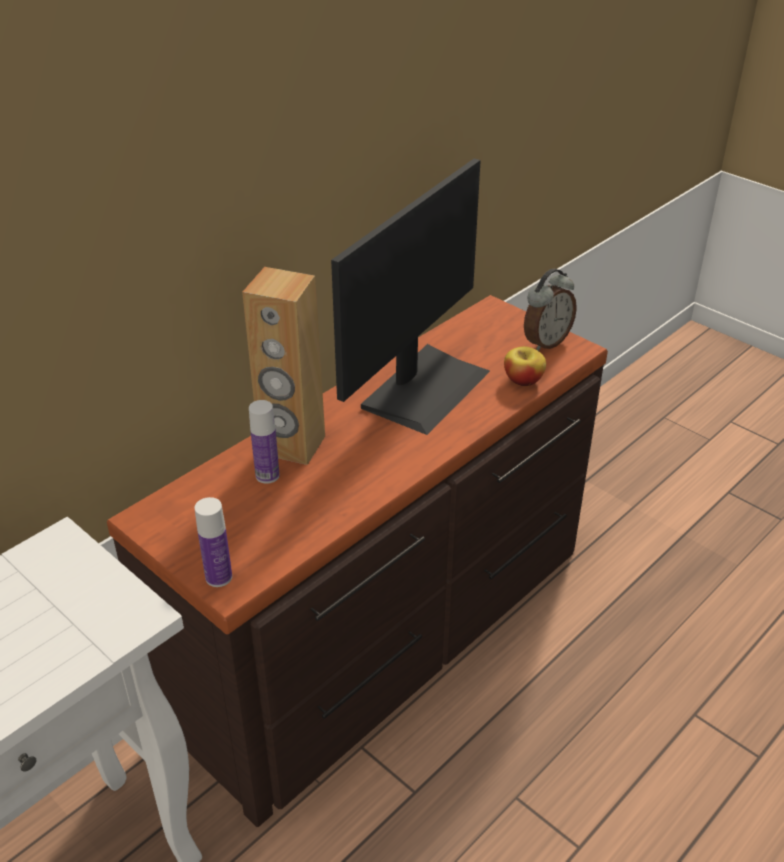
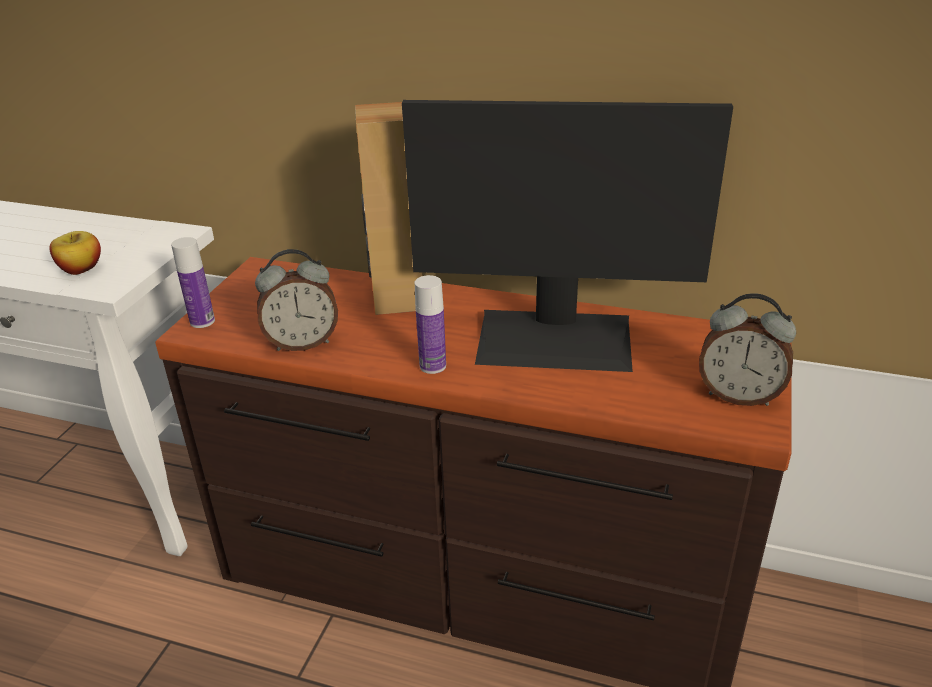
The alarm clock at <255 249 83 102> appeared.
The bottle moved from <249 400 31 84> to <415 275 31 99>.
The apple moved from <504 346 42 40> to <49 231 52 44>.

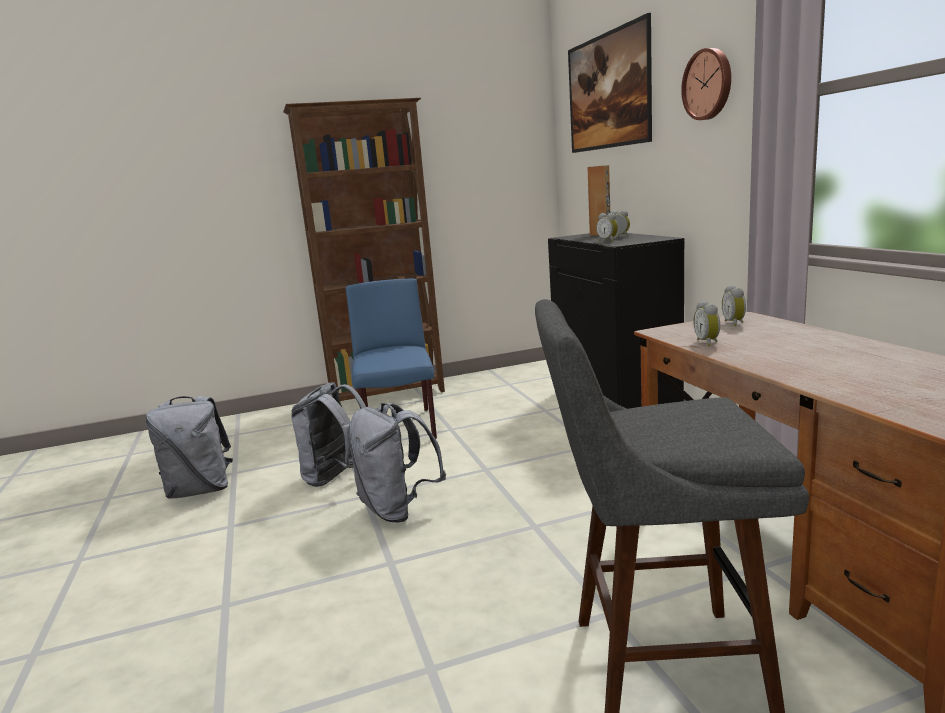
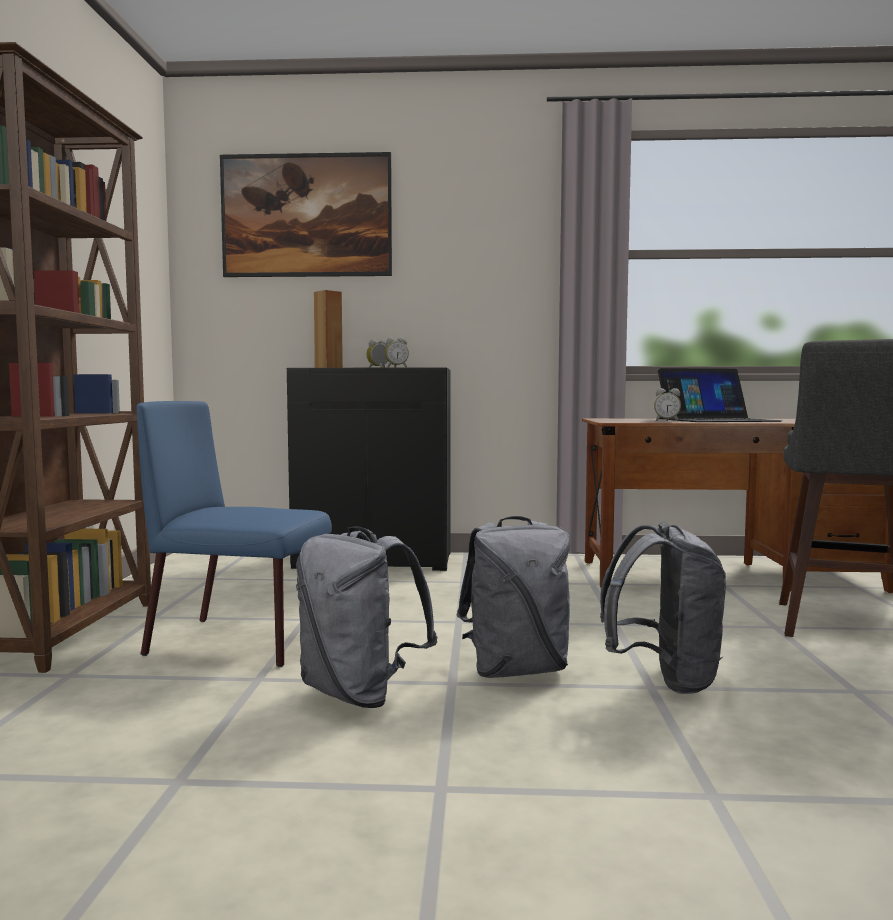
The wall clock at <681 48 50 72> disappeared.
The alarm clock at <722 285 24 41> disappeared.
The laptop at <658 368 124 54> appeared.
The grey backpack moved from <146 396 87 103> to <600 521 126 173>.

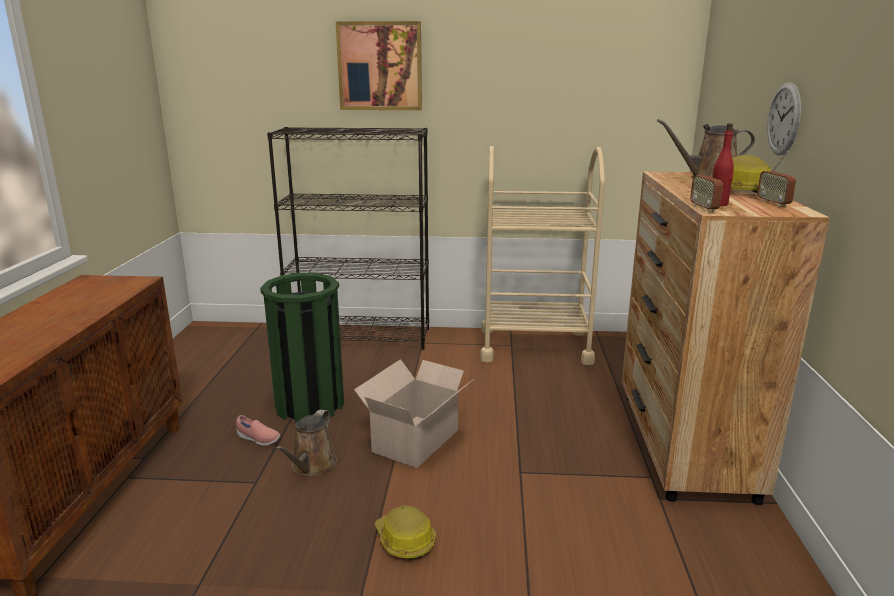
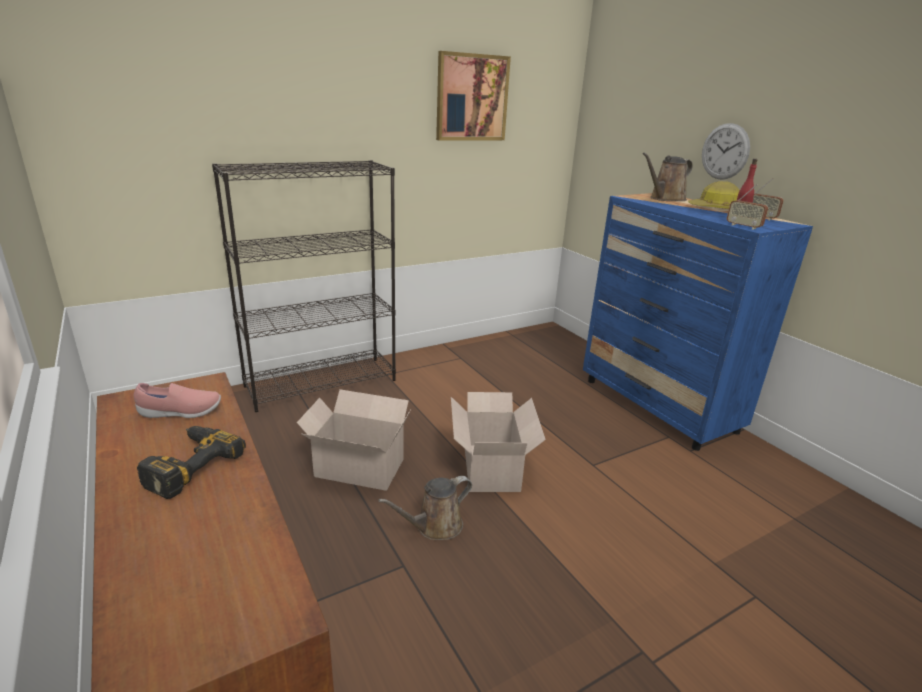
The hard hat at <375 505 61 55> disappeared.
The beige cart at <480 146 125 219> disappeared.
The power drill at <137 426 109 73> appeared.
The pink shoe moved from <236 415 45 31> to <134 383 87 35>.
The picture moved from <336 21 86 89> to <436 51 75 90>.
The green trash can at <260 273 84 150> was replaced by the cardboard box at <297 389 114 102>.
The brown dresser at <621 172 209 333> became the blue dresser at <583 193 230 258>.
The brown watering can at <275 409 62 67> turned 75 degrees clockwise.

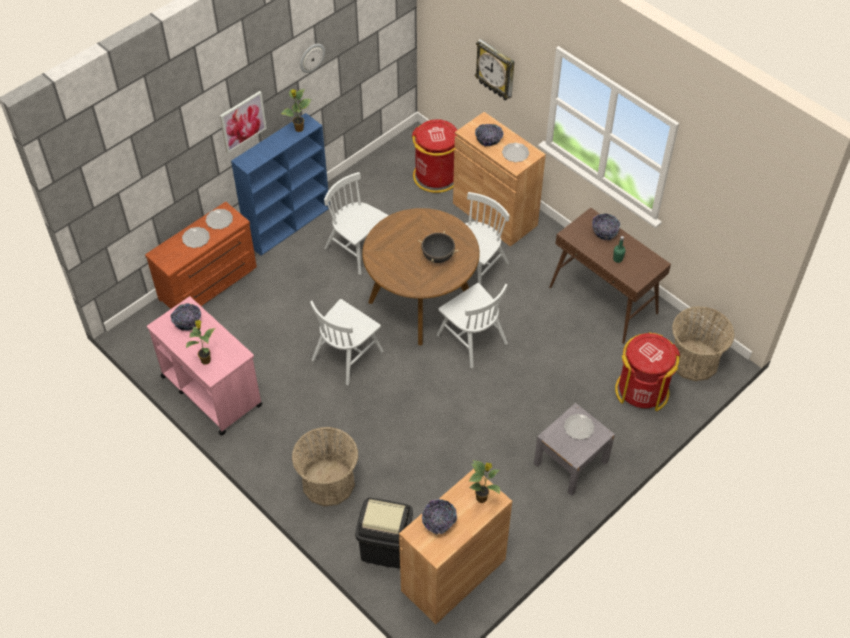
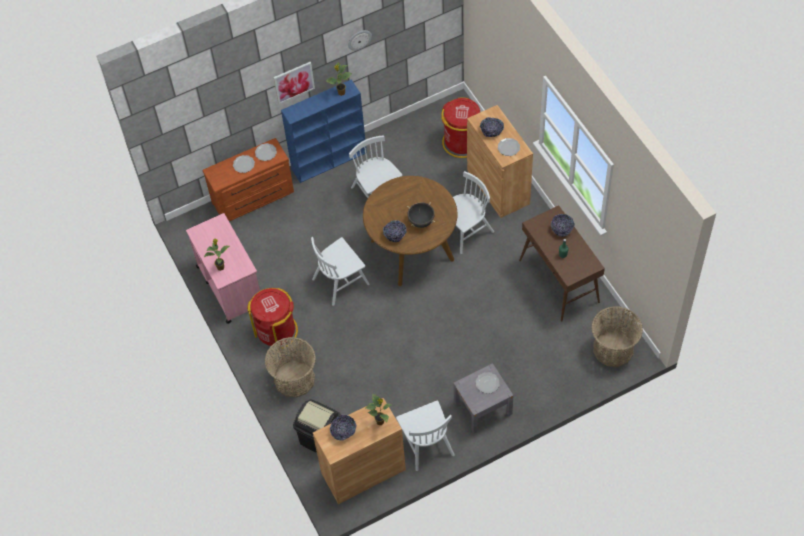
The wall clock at <475 39 39 61> disappeared.
The bowl moved from <170 303 31 28> to <383 220 24 22>.
The white chair moved from <437 283 71 85> to <396 401 59 70>.
The red trash can moved from <615 332 65 79> to <247 288 51 61>.

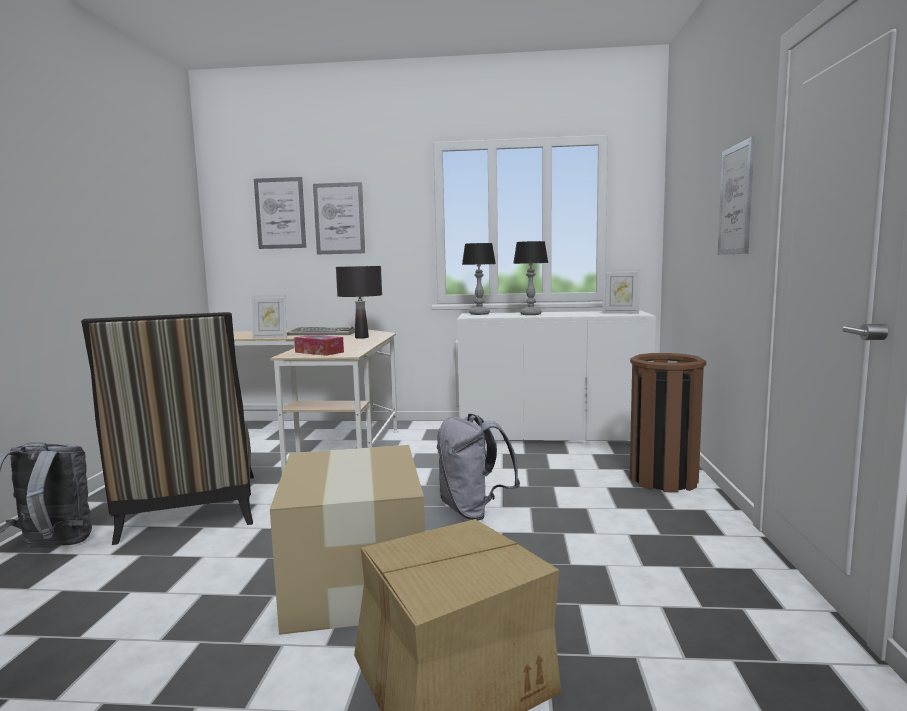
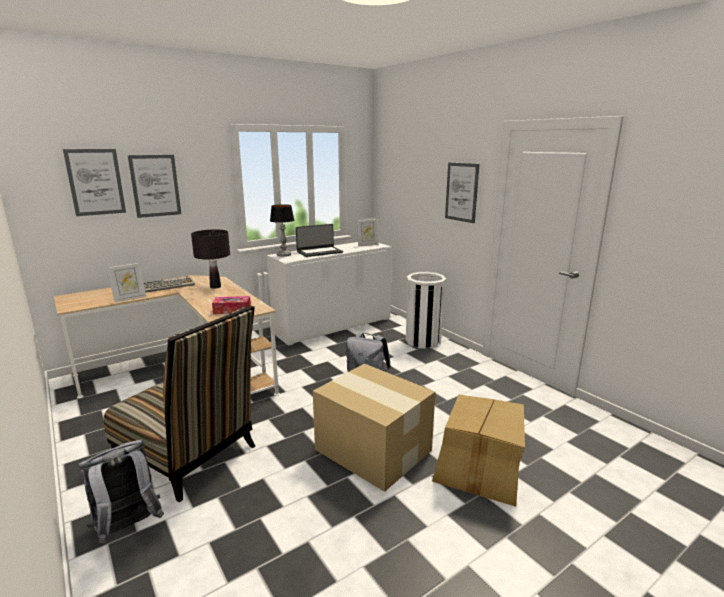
The table lamp at <513 241 35 74> was replaced by the laptop at <296 224 47 33>.
The brown trash can at <630 353 76 140> became the white trash can at <406 272 40 77>.

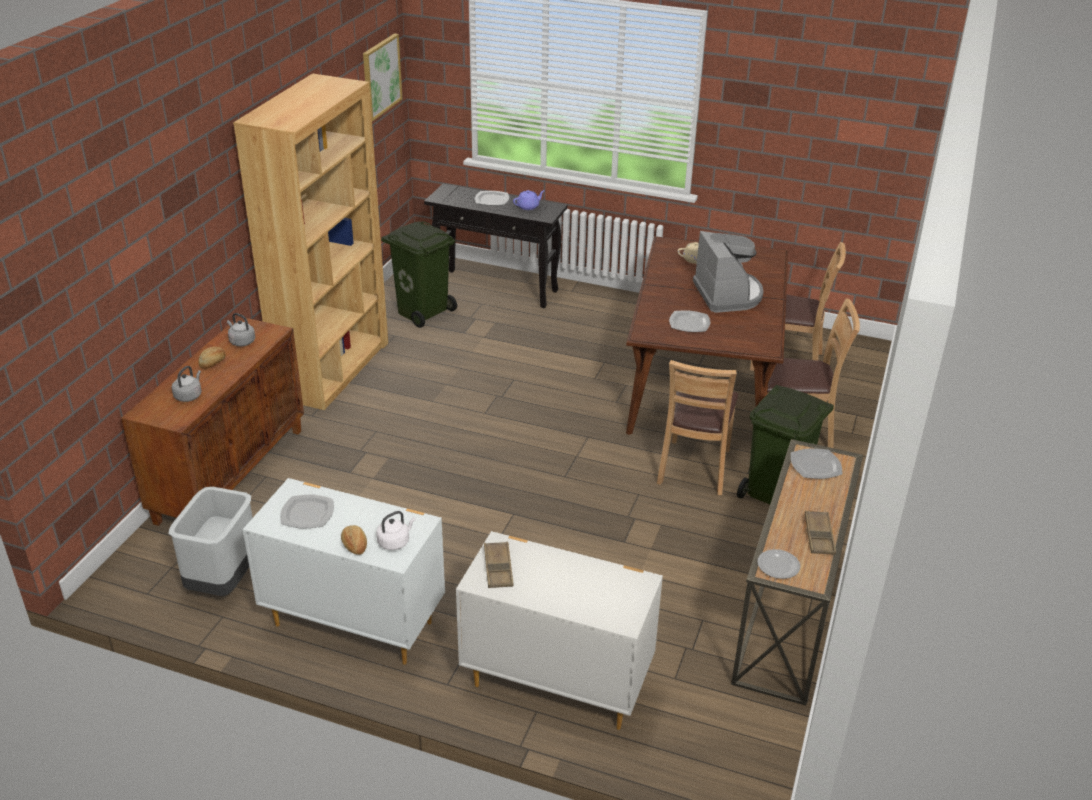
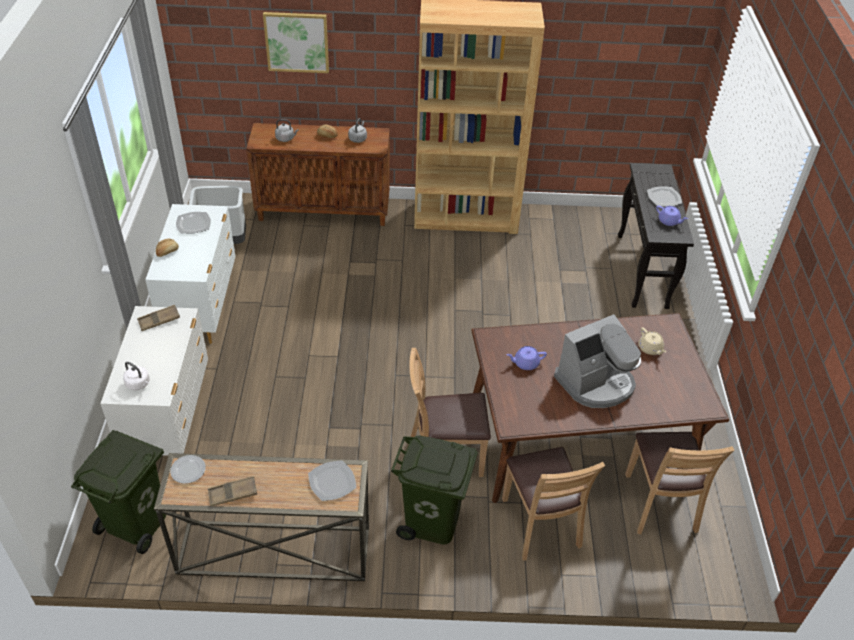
The picture moved from <363 34 39 87> to <263 12 66 61>.
The white kettle moved from <376 511 40 39> to <123 362 27 28>.
The green trash can moved from <381 221 76 107> to <71 430 95 124>.
The plate at <669 311 41 21> was replaced by the purple teapot at <507 346 40 24>.

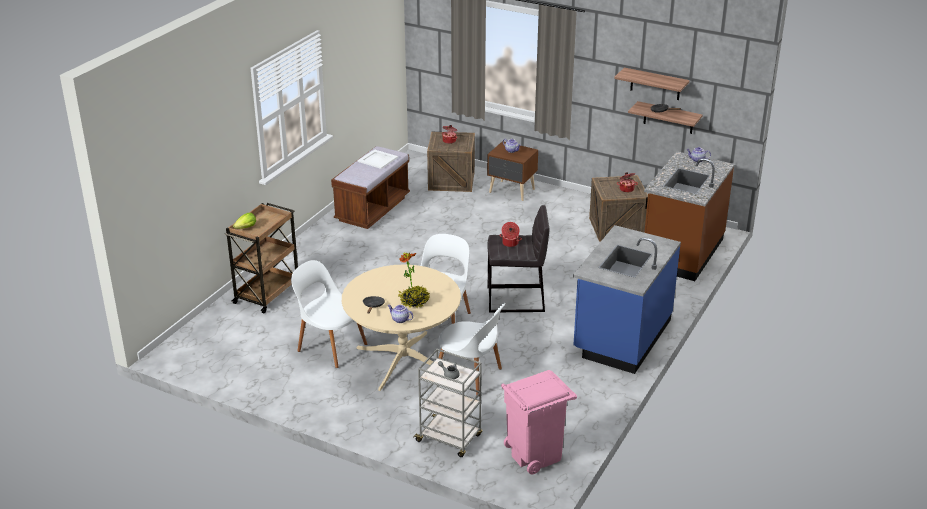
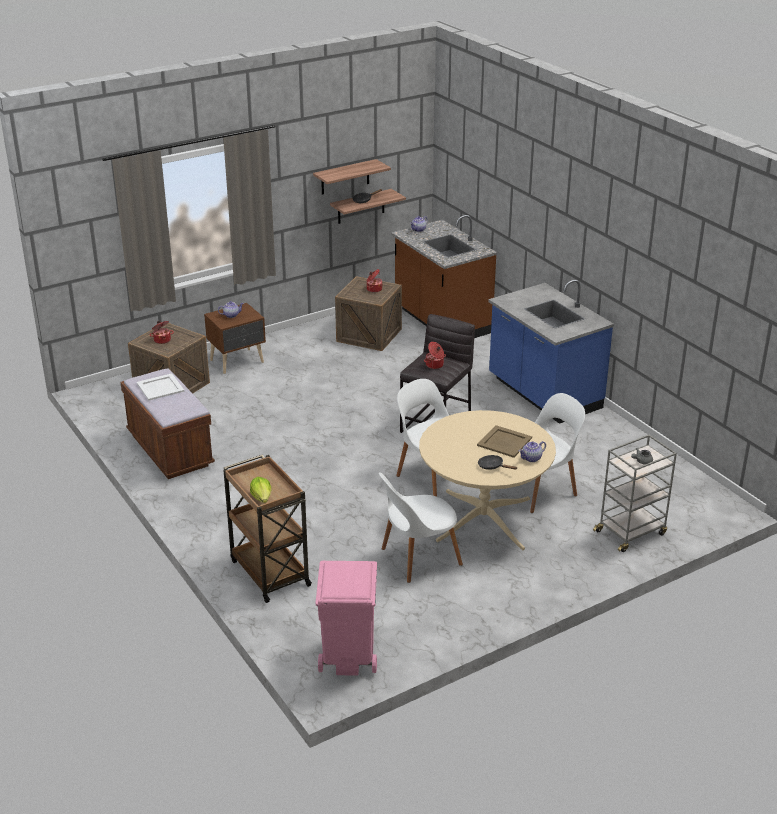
The pink trash can moved from <501 370 76 104> to <316 561 61 115>.
The potted plant at <398 253 32 55> was replaced by the beige tray at <477 425 55 33>.

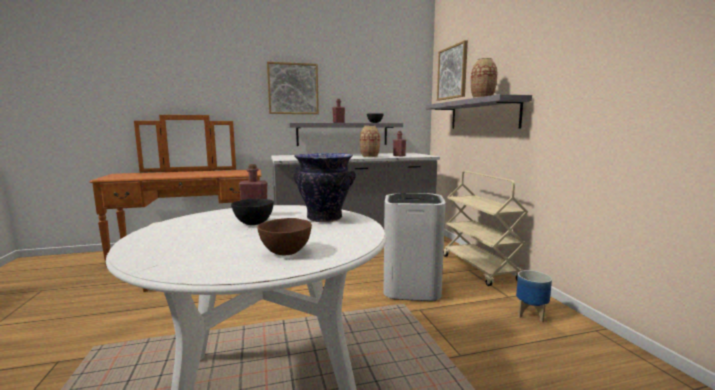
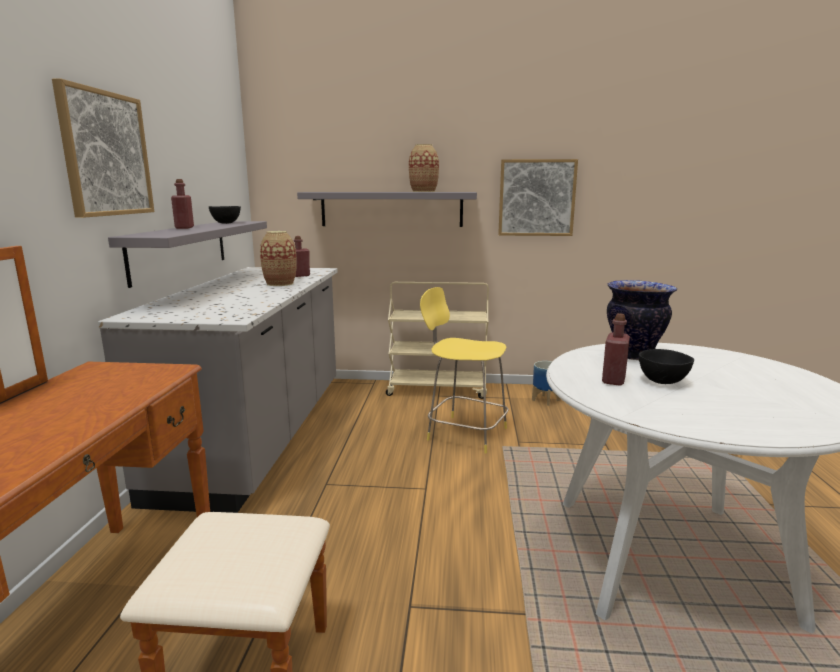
The brown bowl at <257 218 55 37> disappeared.
The picture moved from <437 40 31 61> to <498 159 80 77>.
The white trash can at <384 193 62 108> was replaced by the yellow stool at <420 287 89 167>.

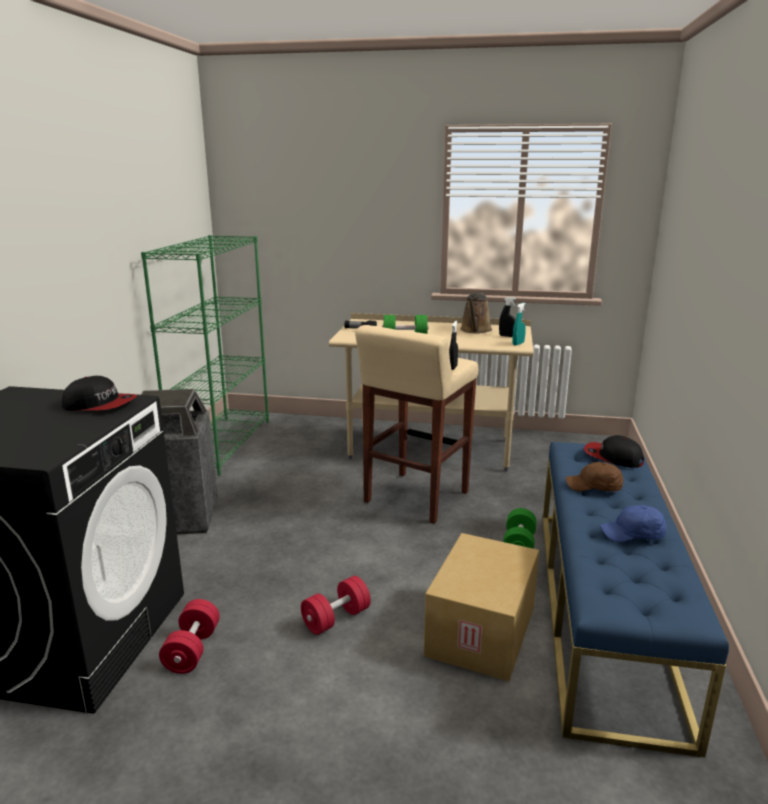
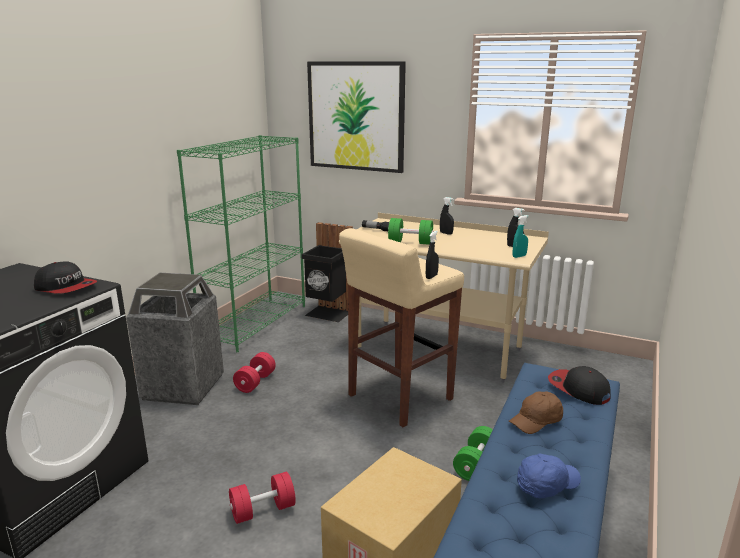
The brown watering can at <460 293 32 40> disappeared.
The black trash can at <301 222 52 100> appeared.
The picture at <307 61 99 112> appeared.
The black spray bottle at <440 197 14 38> appeared.
The red dumbbell moved from <159 599 61 75> to <233 352 43 41>.
The brown cap at <566 462 57 29> turned 60 degrees counterclockwise.
The blue cap at <600 505 67 37> turned 135 degrees clockwise.

